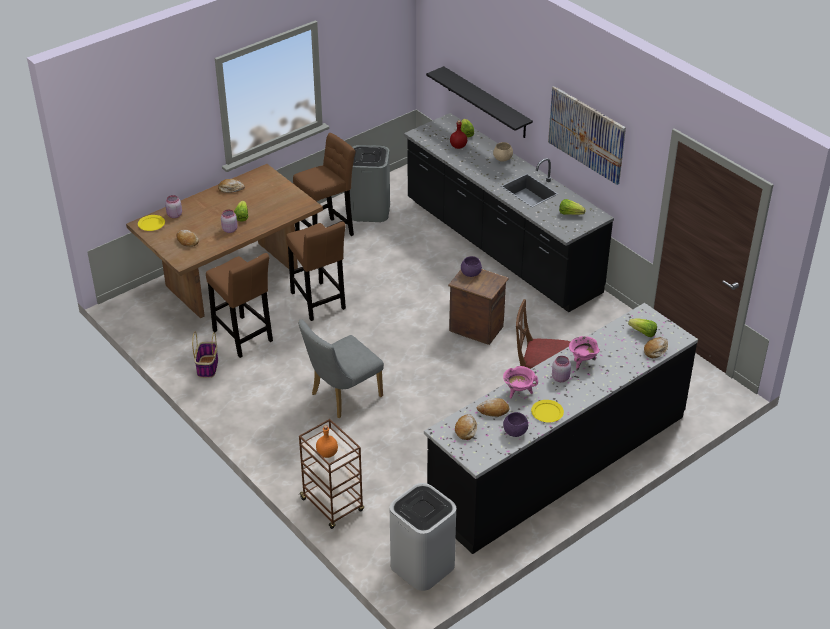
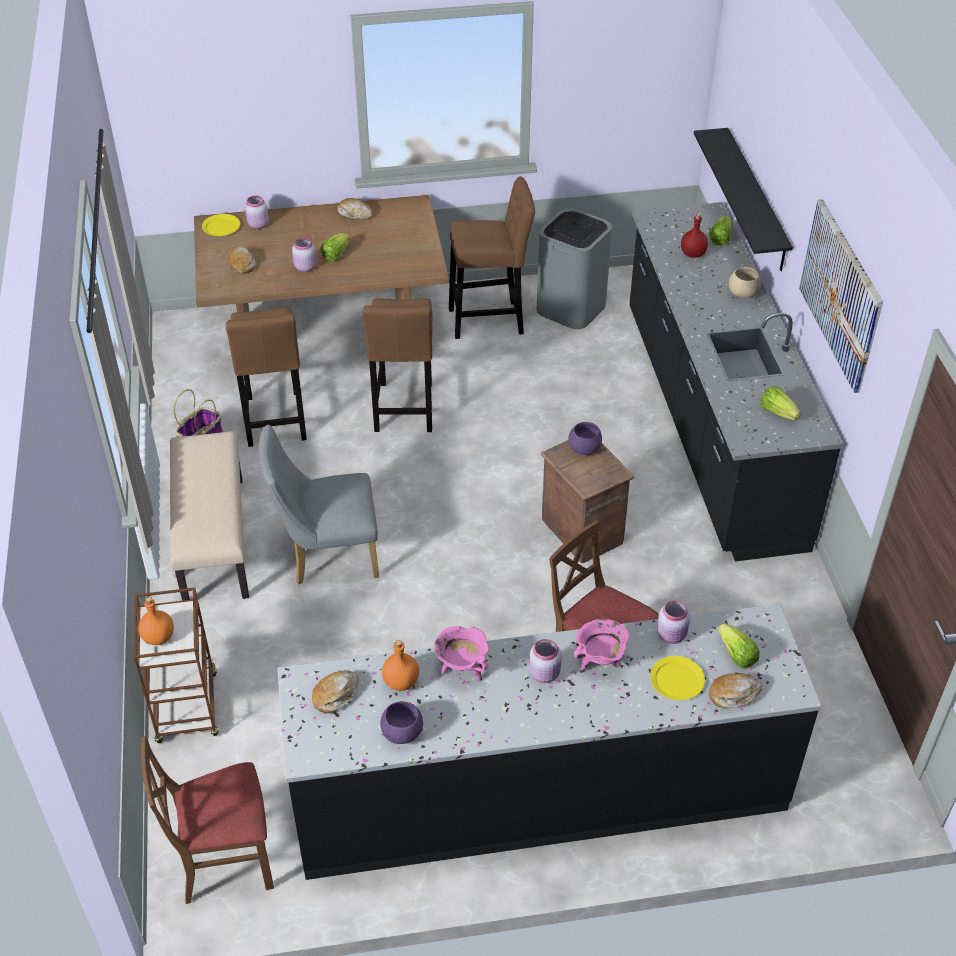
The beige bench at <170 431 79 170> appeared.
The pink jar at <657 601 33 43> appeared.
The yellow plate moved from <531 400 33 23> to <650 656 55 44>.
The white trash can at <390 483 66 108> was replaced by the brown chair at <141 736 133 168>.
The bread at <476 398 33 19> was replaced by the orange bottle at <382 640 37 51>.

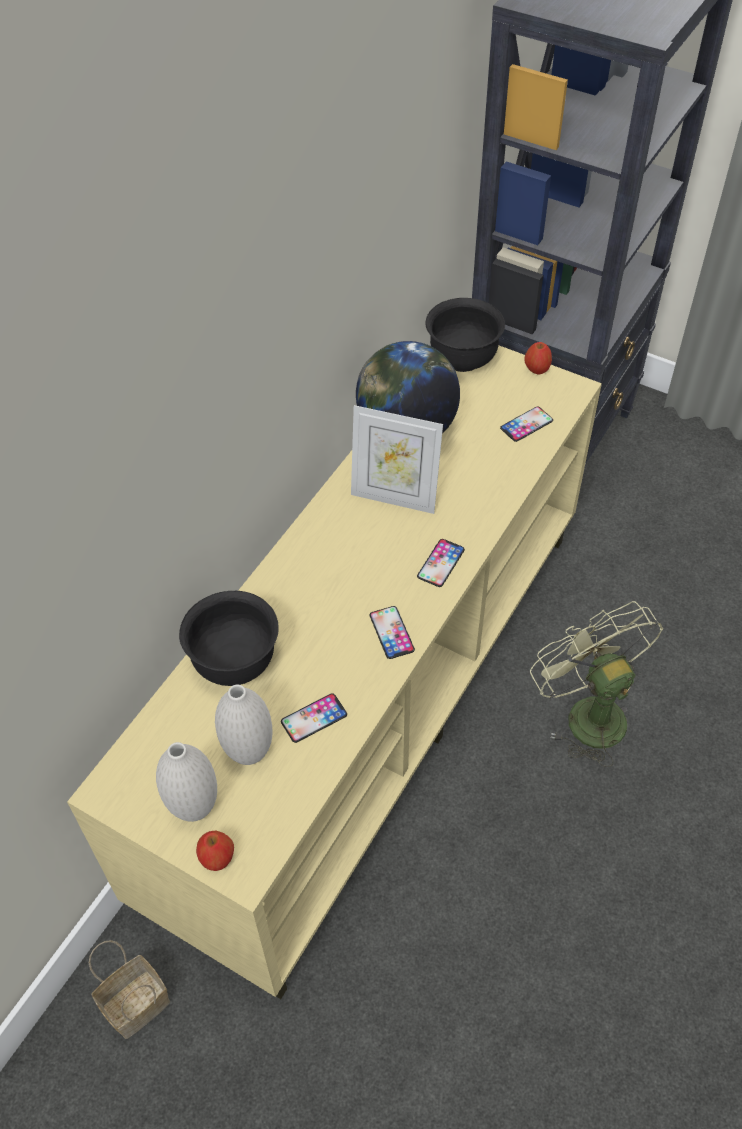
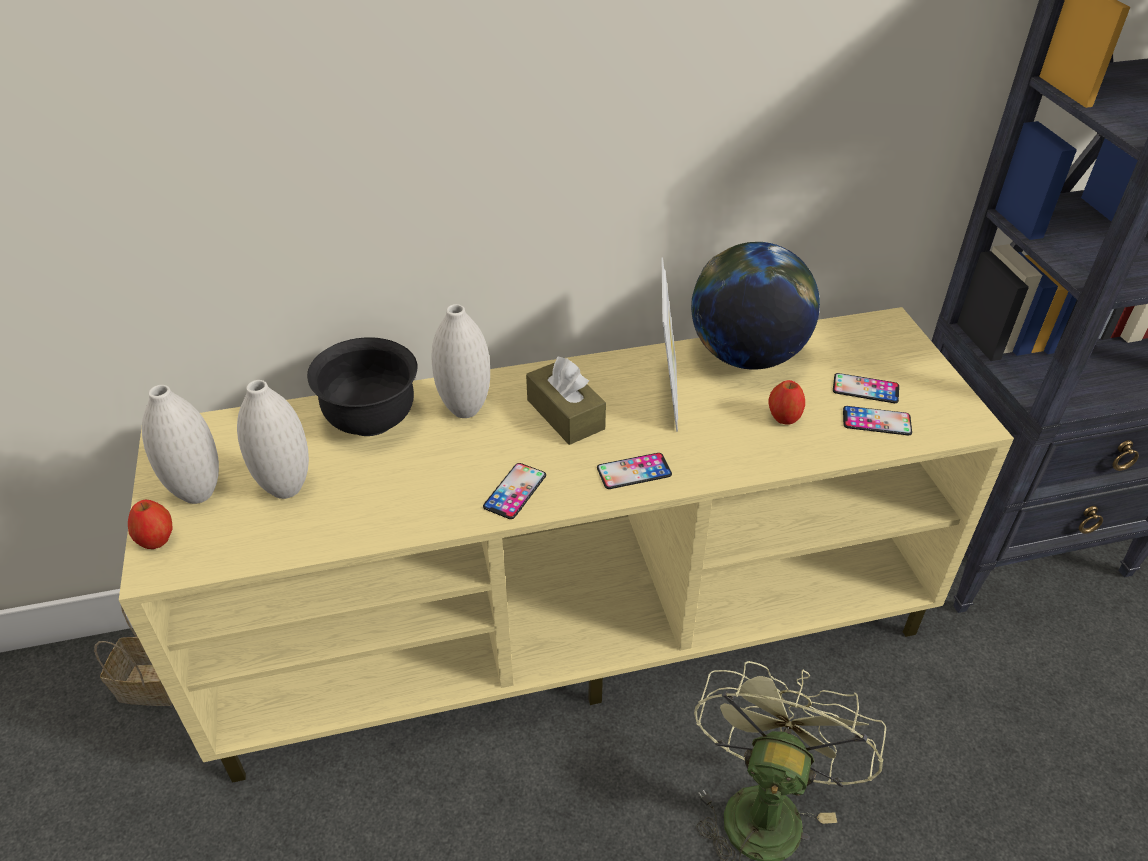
The black bowl at <425 298 80 74> disappeared.
The white vase at <431 304 59 114> appeared.
The brown tissue box at <526 357 80 88> appeared.
The phone moved from <281 694 66 49> to <833 373 66 30>.
The apple moved from <524 342 28 32> to <768 380 37 45>.
The picture frame at <351 405 92 109> turned 150 degrees counterclockwise.

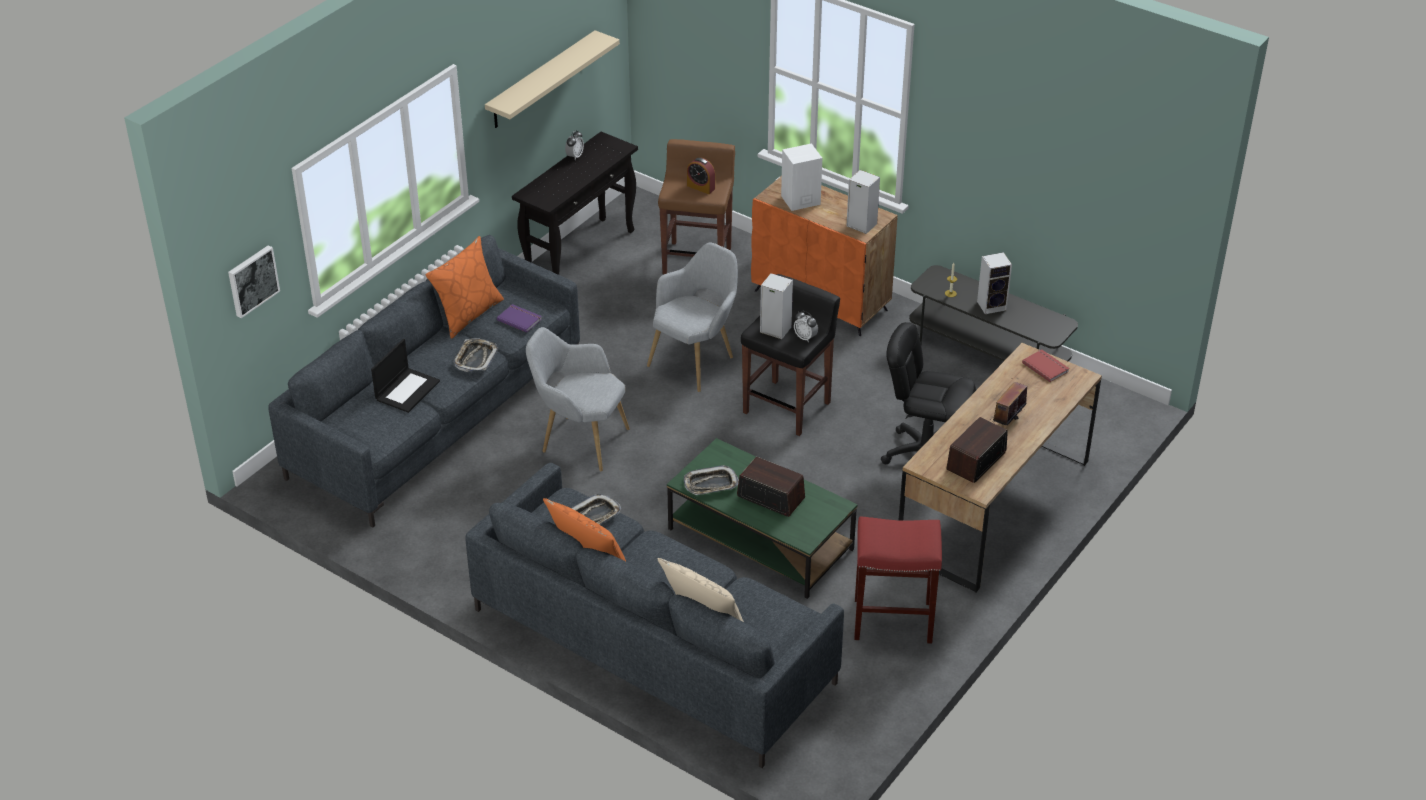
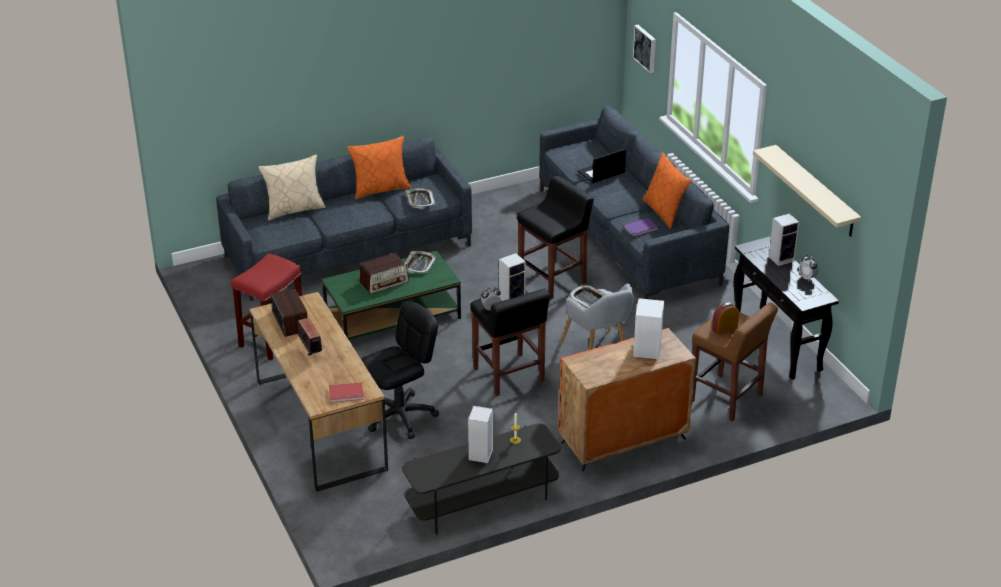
The tray moved from <453 338 45 34> to <569 285 37 23>.
The speaker moved from <846 170 34 64> to <769 213 30 53>.
The grey armchair at <526 327 104 144> was replaced by the black stool at <517 176 77 124>.
The laptop at <371 339 69 74> turned 90 degrees clockwise.

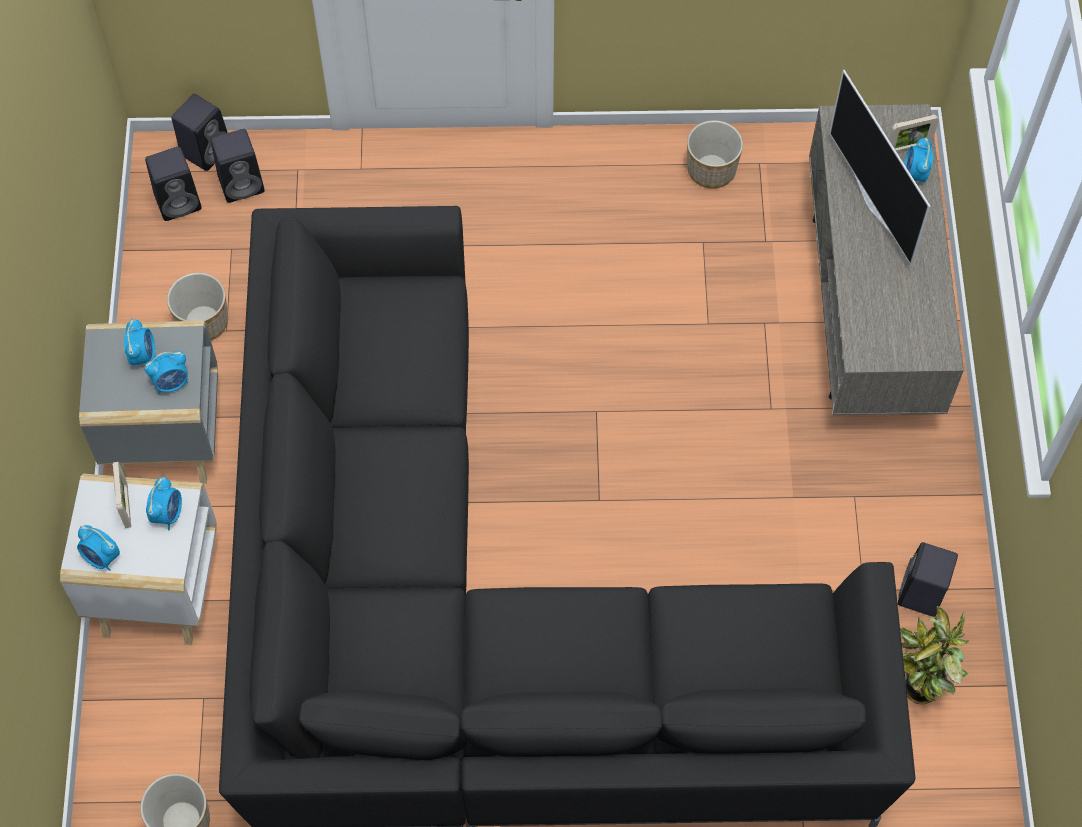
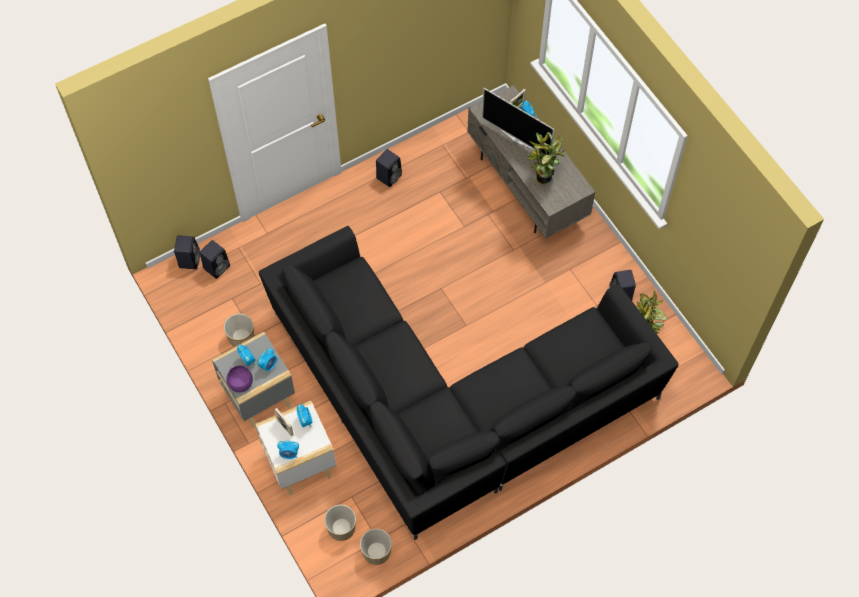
The purple bowl at <227 366 26 27> appeared.
The potted plant at <526 132 39 54> appeared.
The black speaker moved from <145 147 57 74> to <376 149 26 38>.
The planter moved from <687 120 56 69> to <324 504 32 37>.

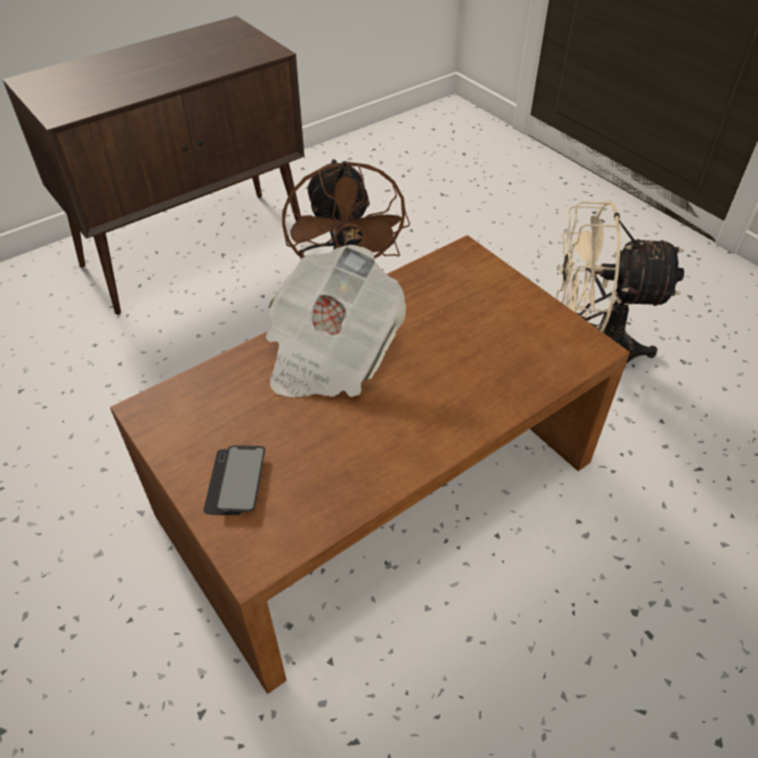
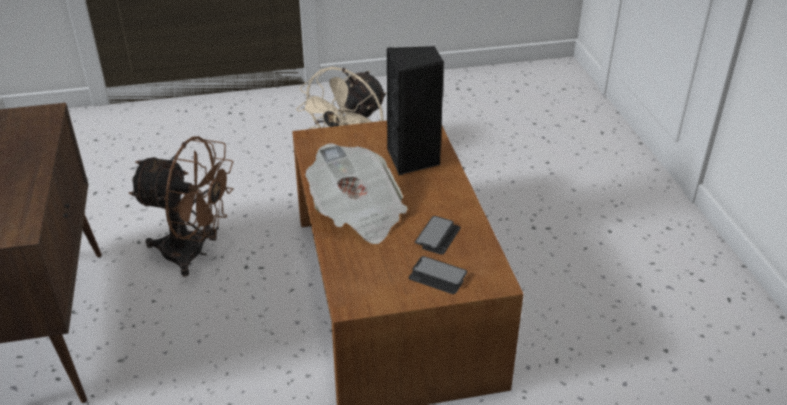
The black speaker at <387 46 57 129> appeared.
The phone at <415 216 46 39> appeared.

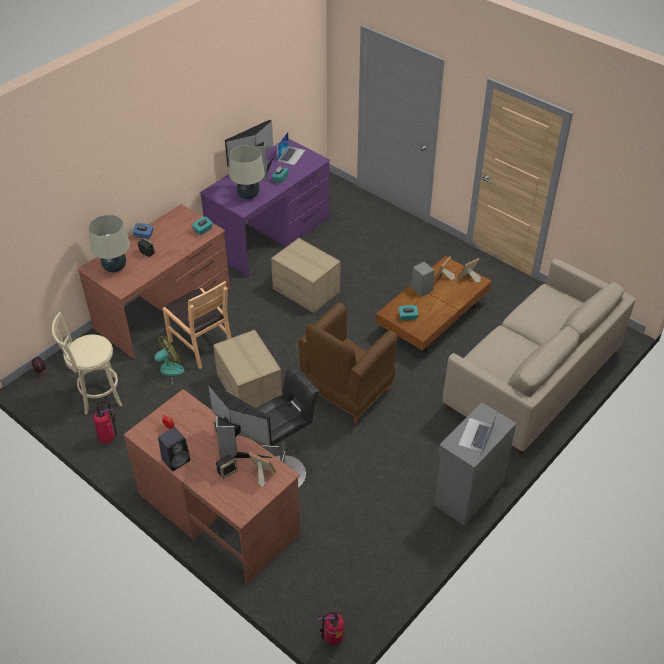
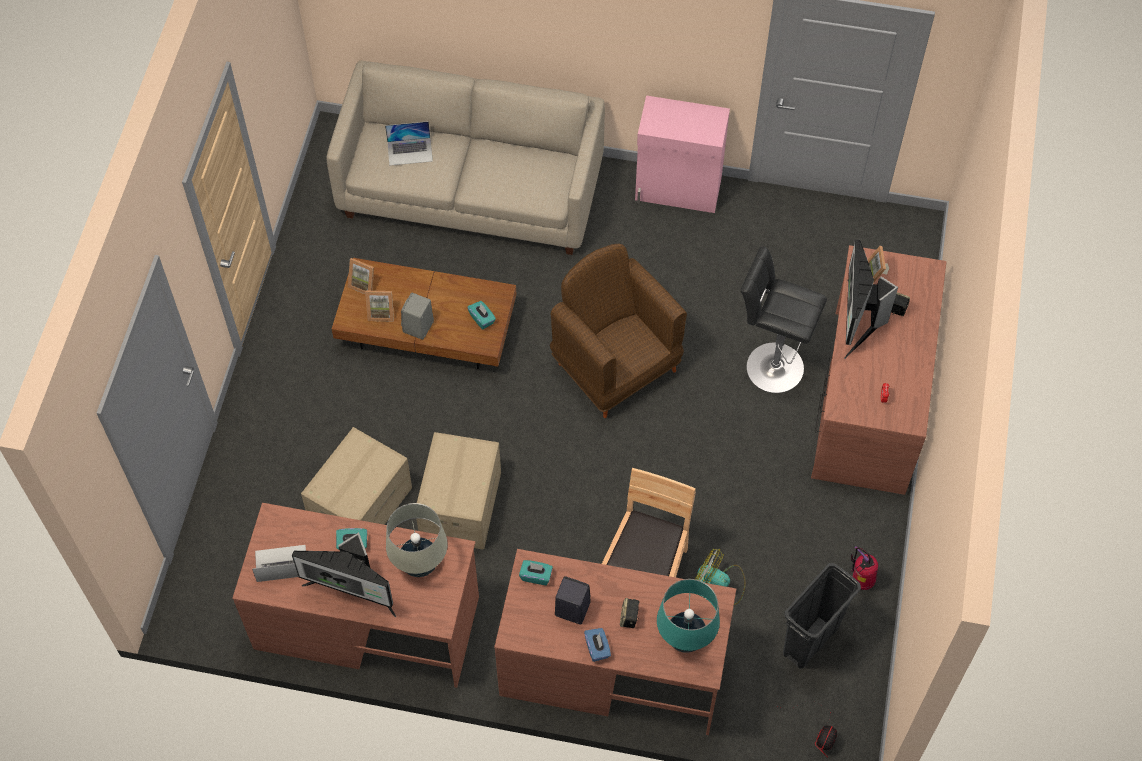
The fire extinguisher at <318 612 26 33> disappeared.
The black speaker moved from <158 427 32 44> to <555 576 36 48>.
The cardboard box moved from <213 330 69 78> to <301 427 111 98>.
The laptop moved from <459 411 38 42> to <385 121 48 45>.
The beige stool at <52 312 70 103> was replaced by the black trash can at <783 563 78 105>.
The beige table lamp at <88 215 42 57> became the turquoise table lamp at <657 579 63 74>.
The purple desk at <200 139 131 138> became the brown desk at <232 503 247 185>.
The grey cabinet at <434 403 82 123> became the pink cabinet at <635 95 95 118>.
The brown armchair at <298 303 100 121> turned 135 degrees counterclockwise.

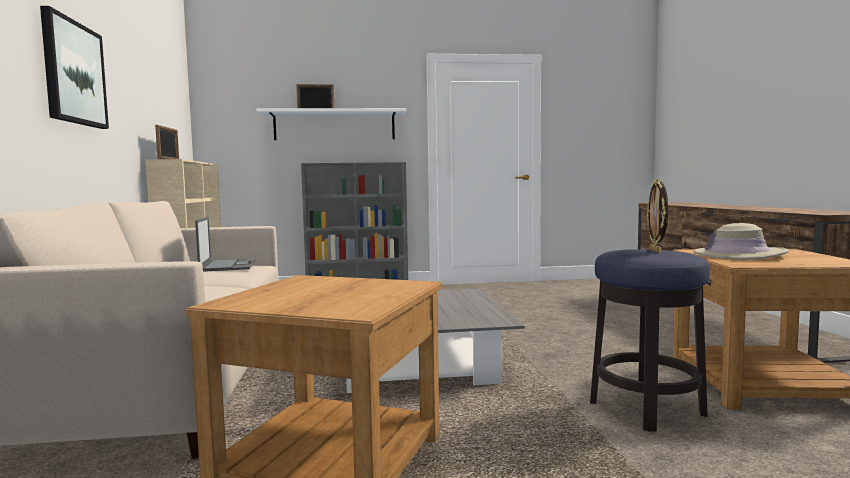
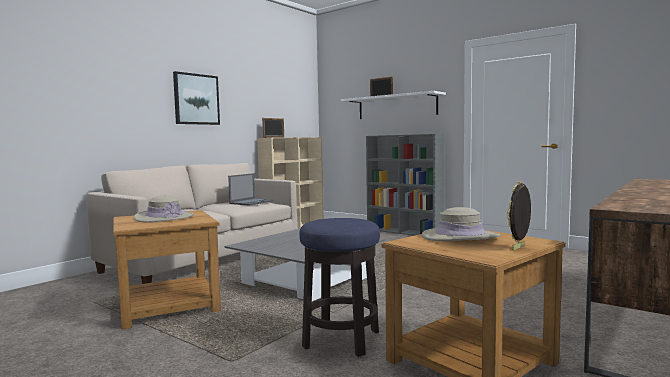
The beige hat at <134 195 60 28> appeared.
The picture frame moved from <647 178 21 75> to <507 181 24 69>.

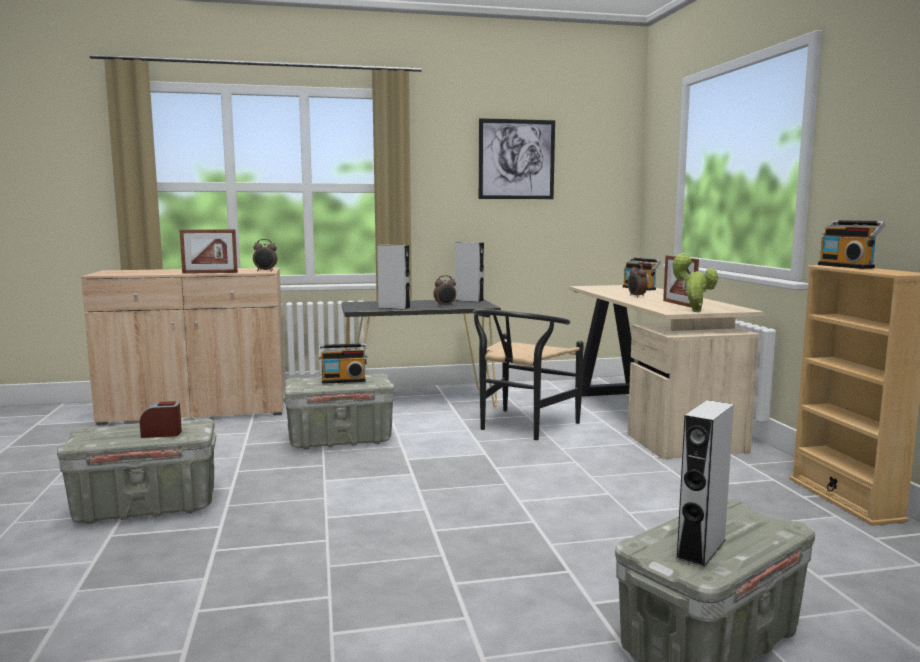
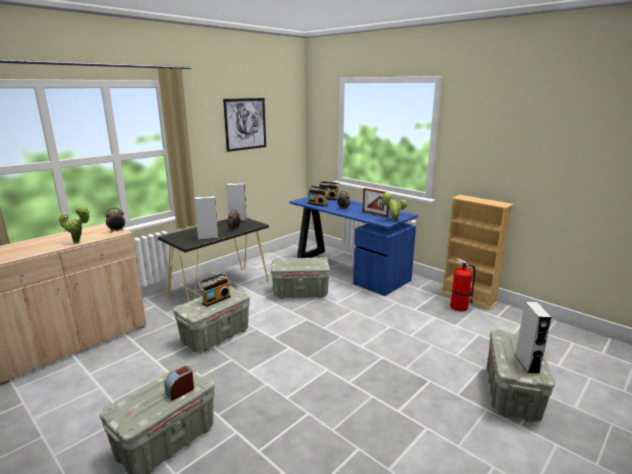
The fire extinguisher at <450 258 26 53> appeared.
The radio moved from <818 220 67 49> to <308 186 22 21>.
The picture frame at <179 229 59 45> was replaced by the potted plant at <59 205 31 39>.
The black chair at <473 309 111 131> was replaced by the grey storage box at <271 257 59 42>.
The beige desk at <569 285 196 174> became the blue desk at <289 197 129 99>.

